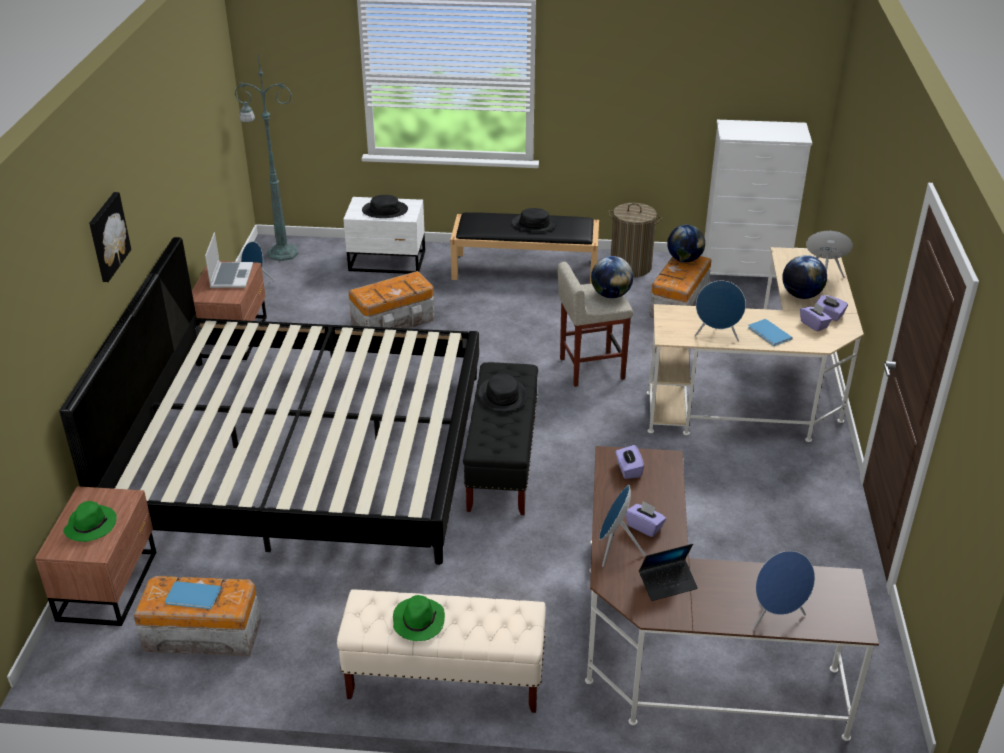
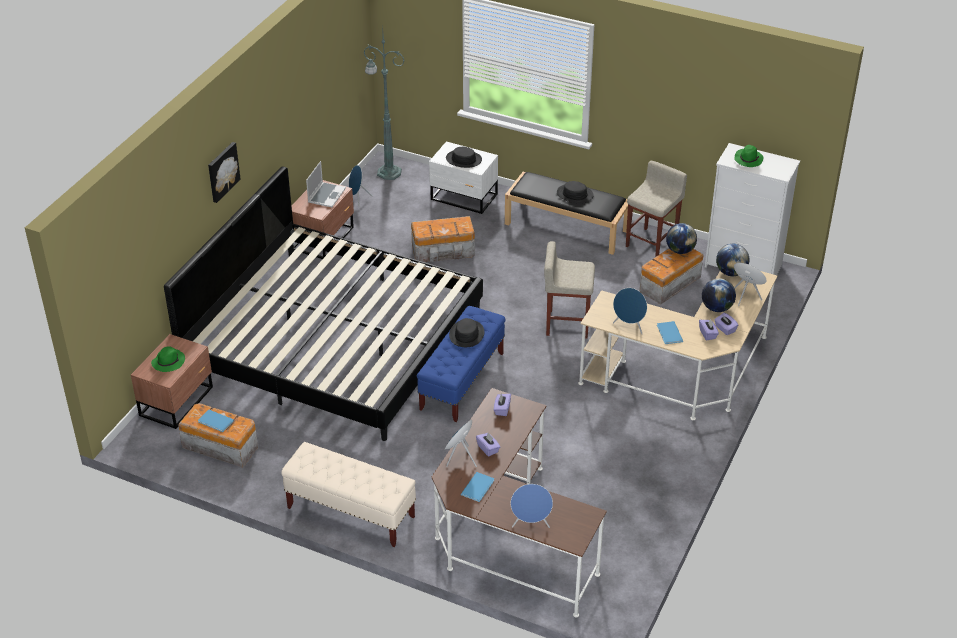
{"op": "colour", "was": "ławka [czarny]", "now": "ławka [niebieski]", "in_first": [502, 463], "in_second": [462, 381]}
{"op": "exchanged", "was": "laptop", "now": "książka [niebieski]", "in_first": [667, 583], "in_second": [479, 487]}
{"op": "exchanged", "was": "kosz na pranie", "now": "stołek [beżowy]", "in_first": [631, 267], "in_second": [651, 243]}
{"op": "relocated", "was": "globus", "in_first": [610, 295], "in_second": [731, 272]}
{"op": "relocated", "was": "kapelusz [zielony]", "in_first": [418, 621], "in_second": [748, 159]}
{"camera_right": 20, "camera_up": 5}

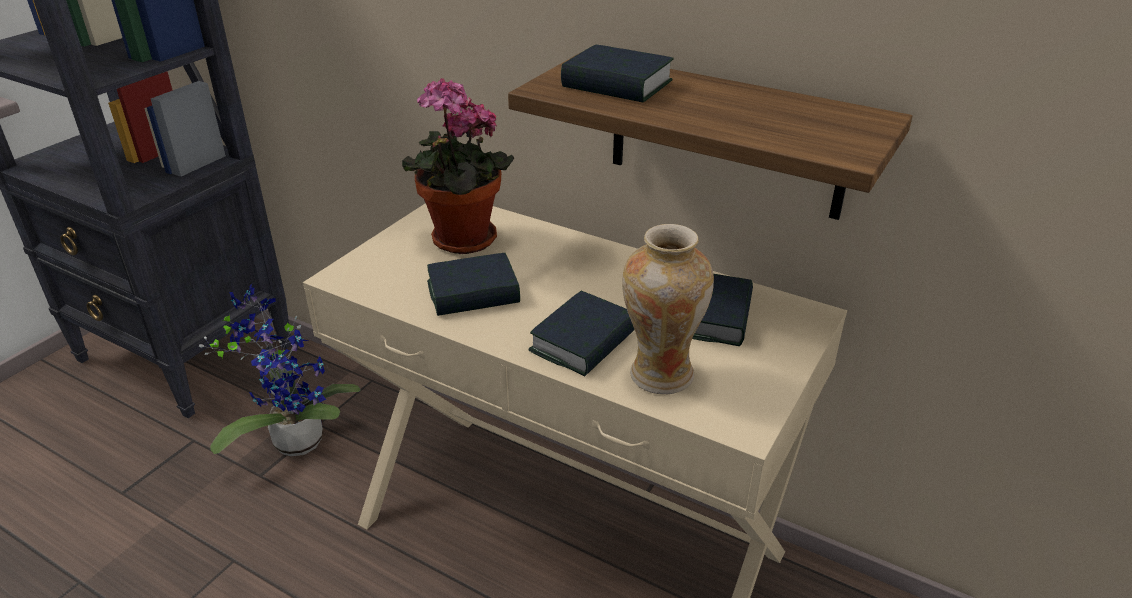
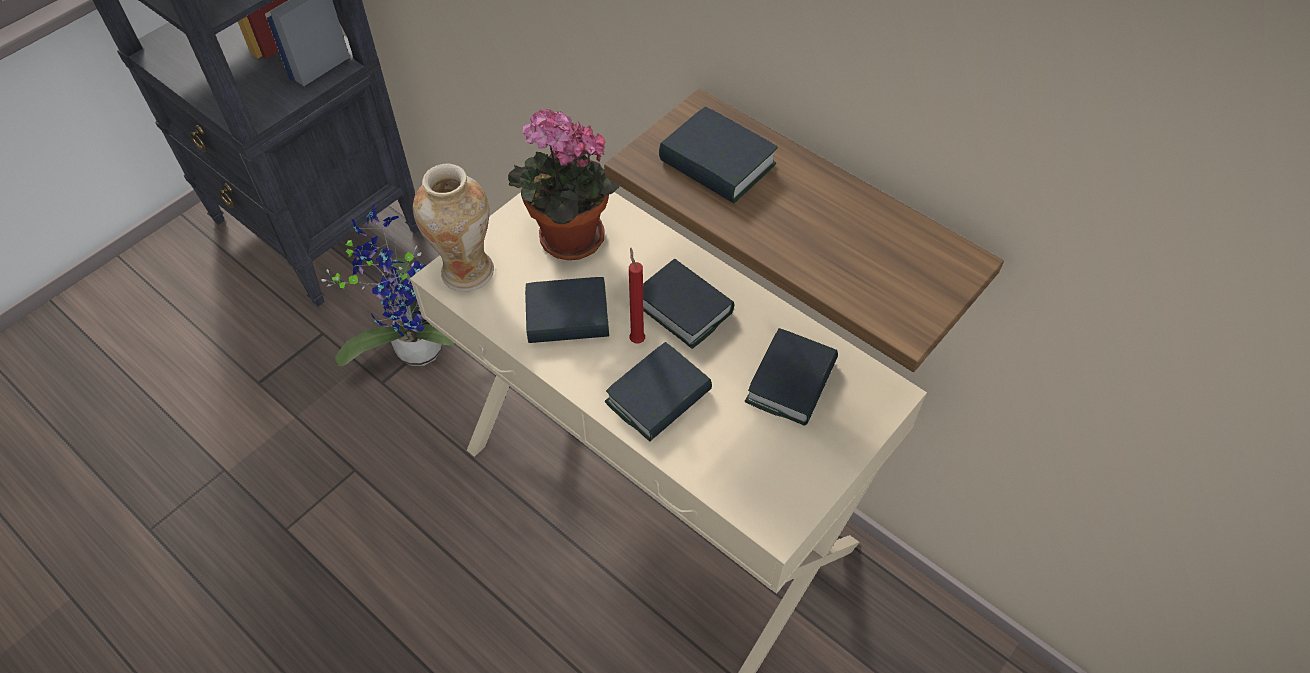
{"op": "relocated", "was": "wazon", "in_first": [660, 374], "in_second": [466, 272]}
{"op": "appeared", "now": "świeca [czerwony]", "in_second": [636, 338]}
{"op": "appeared", "now": "książka", "in_second": [683, 308]}
{"camera_right": 10, "camera_up": 20}

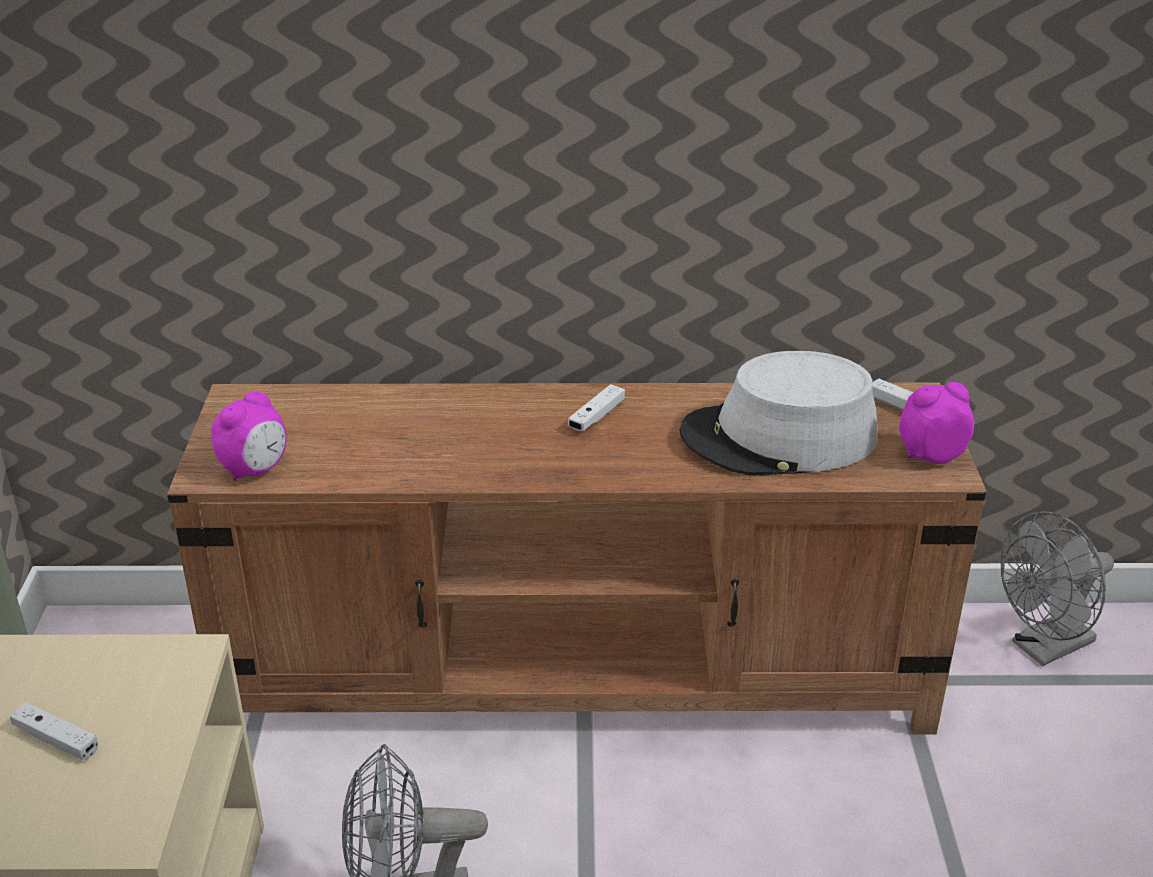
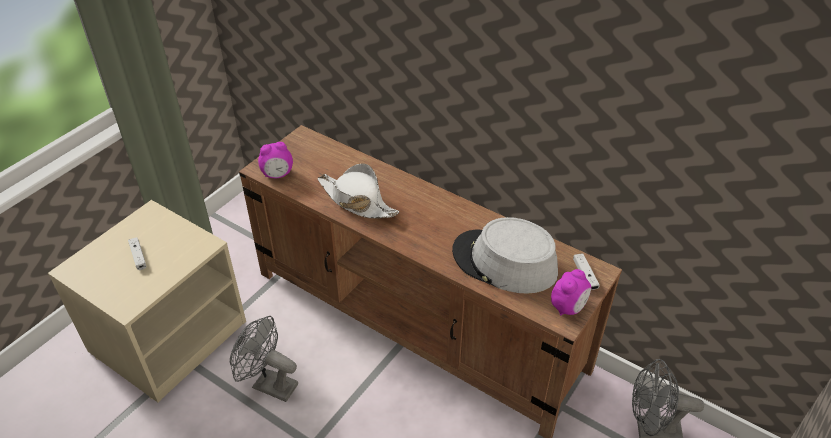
{"op": "appeared", "now": "kapelusz [biały]", "in_second": [356, 201]}
{"op": "spun", "was": "budzik", "in_first": [930, 454], "in_second": [568, 307], "clockwise": 105}
{"op": "missing", "was": "pad do gier [biały]", "in_first": [596, 417]}
{"camera_right": 35, "camera_up": 10}

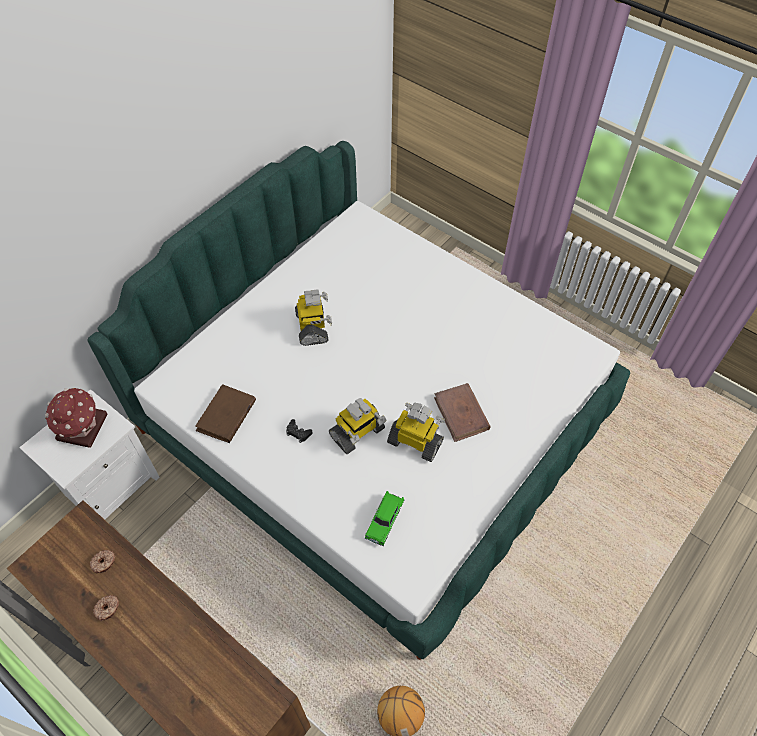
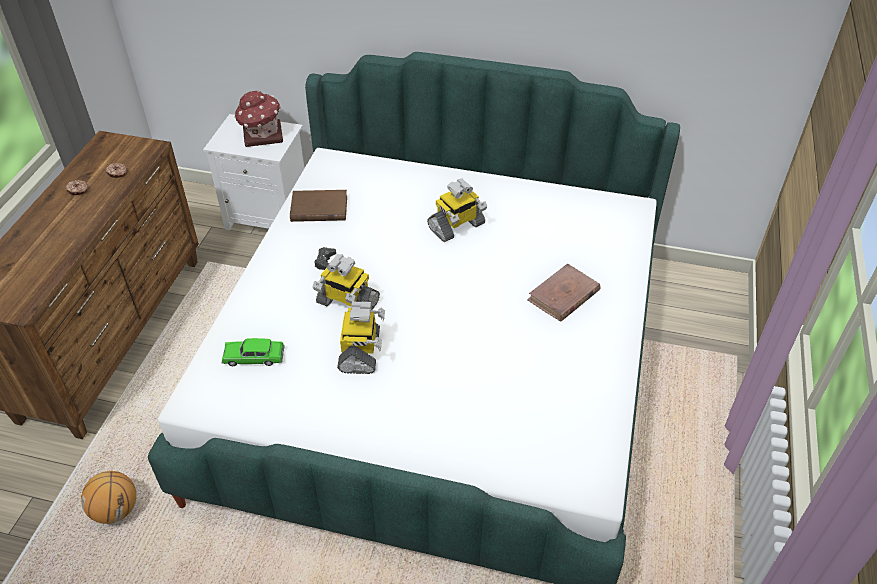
{"op": "relocated", "was": "książka [brązowy]", "in_first": [461, 414], "in_second": [563, 296]}
{"camera_right": 65, "camera_up": -10}

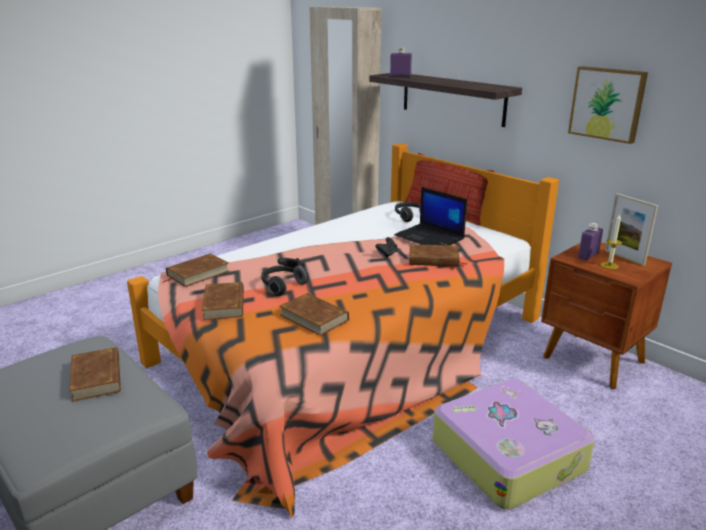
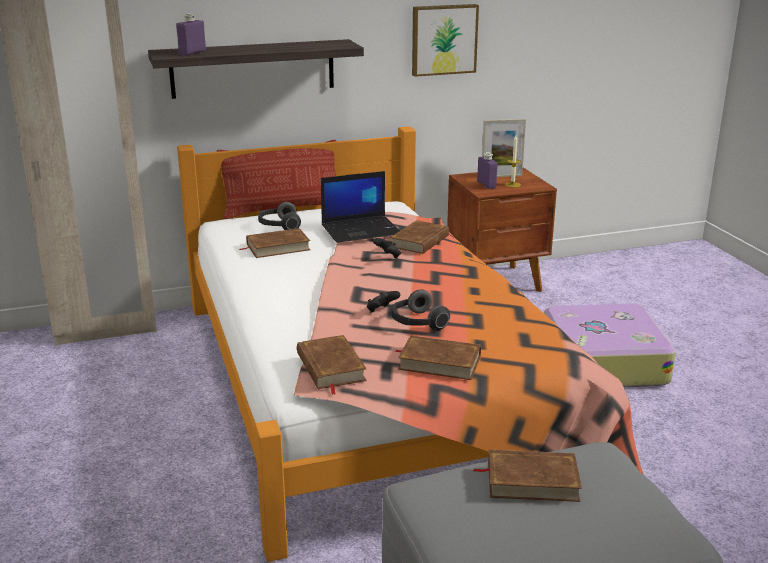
{"op": "relocated", "was": "książka [brązowy]", "in_first": [314, 317], "in_second": [277, 247]}
{"camera_right": -65, "camera_up": 0}

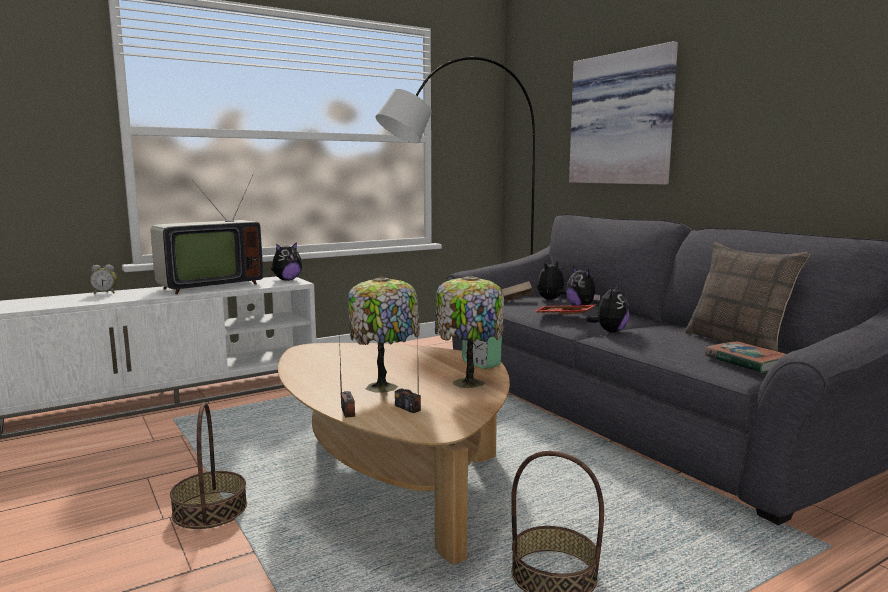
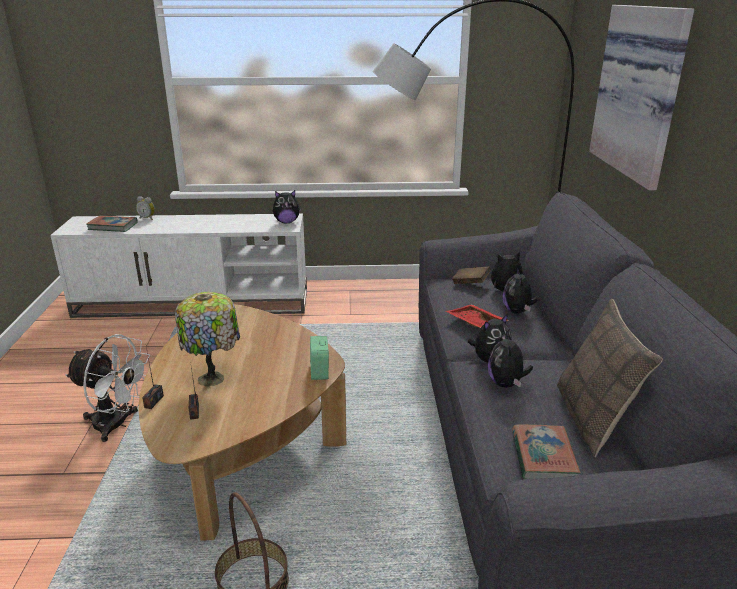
{"op": "exchanged", "was": "koszyk", "now": "wentylator [biały]", "in_first": [209, 510], "in_second": [117, 425]}
{"op": "appeared", "now": "książka", "in_second": [113, 226]}
{"op": "appeared", "now": "pluszak", "in_second": [506, 384]}
{"op": "missing", "was": "telewizor", "in_first": [207, 286]}
{"op": "missing", "was": "lampa stołowa", "in_first": [467, 383]}
{"camera_right": 30, "camera_up": 15}

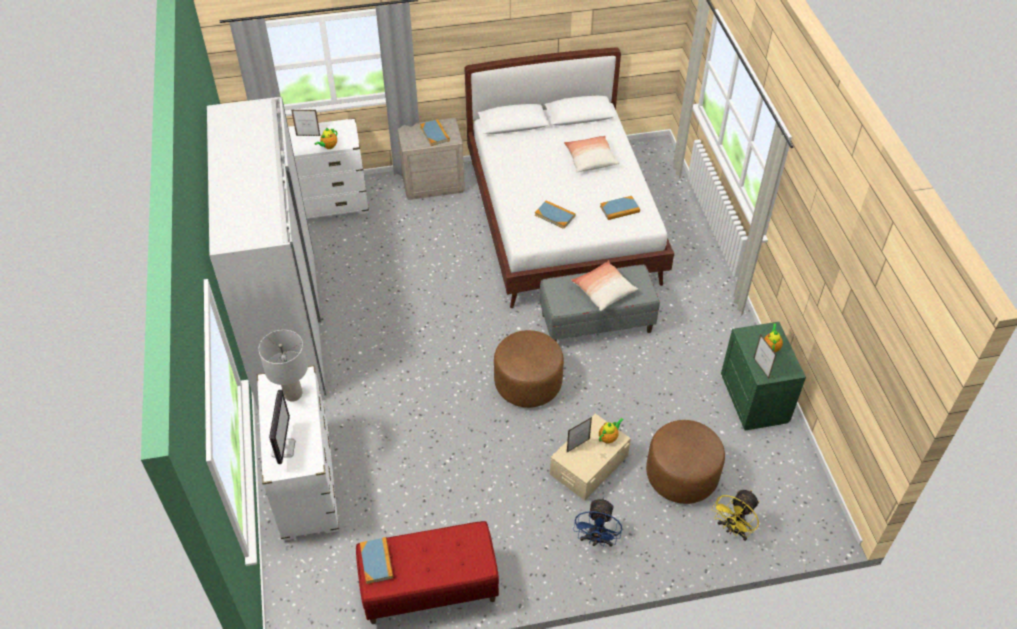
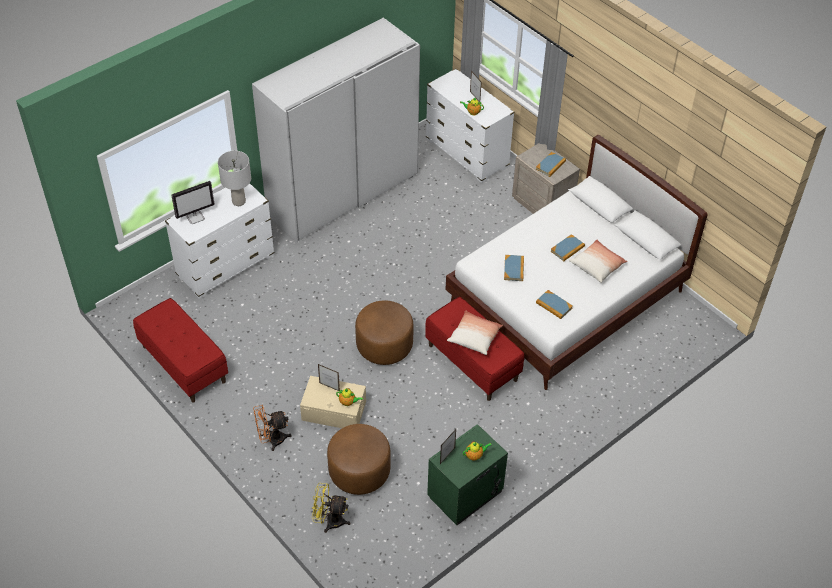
{"op": "colour", "was": "wentylator [niebieski]", "now": "wentylator [pomarańczowy]", "in_first": [596, 540], "in_second": [272, 440]}
{"op": "colour", "was": "ławka [szary]", "now": "ławka [czerwony]", "in_first": [596, 323], "in_second": [473, 362]}
{"op": "relocated", "was": "książka", "in_first": [376, 561], "in_second": [567, 249]}
{"camera_right": 60, "camera_up": 0}

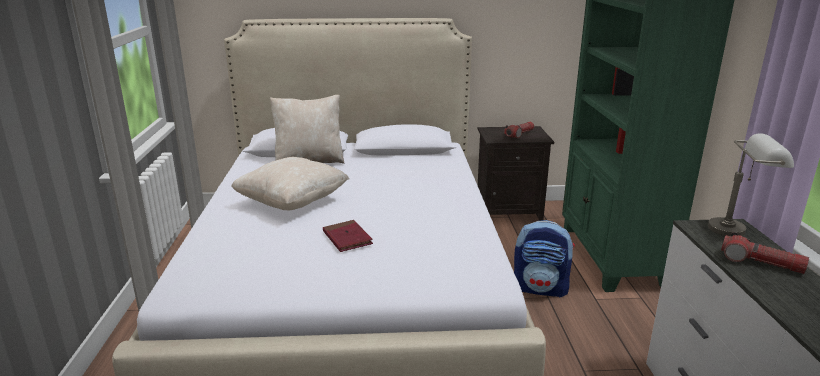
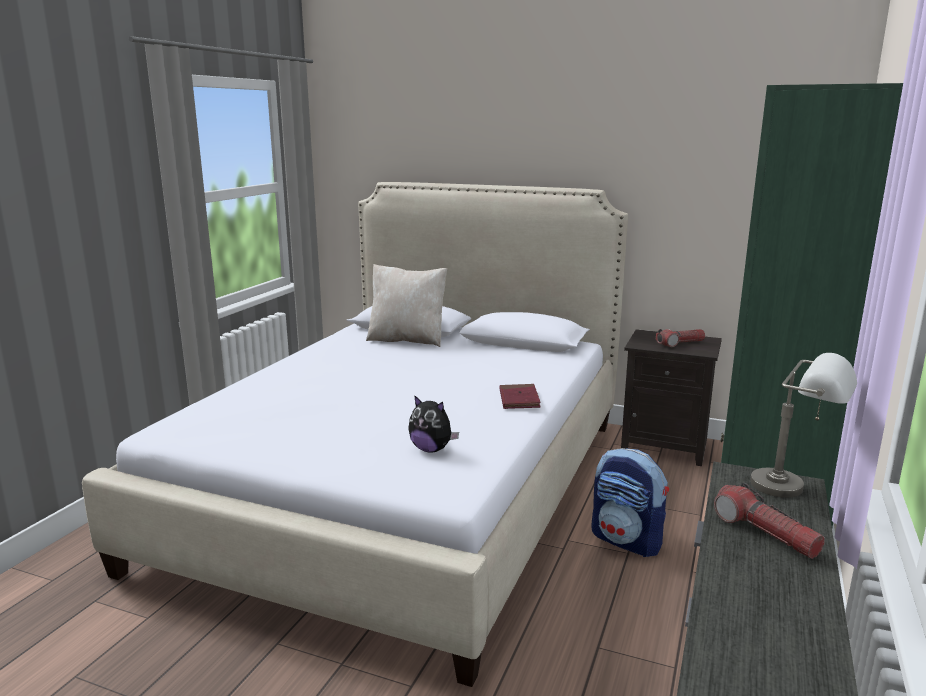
{"op": "appeared", "now": "pluszak", "in_second": [431, 449]}
{"op": "relocated", "was": "książka [czerwony]", "in_first": [347, 238], "in_second": [519, 399]}
{"op": "missing", "was": "poduszka [beżowy]", "in_first": [292, 203]}
{"camera_right": 25, "camera_up": -5}

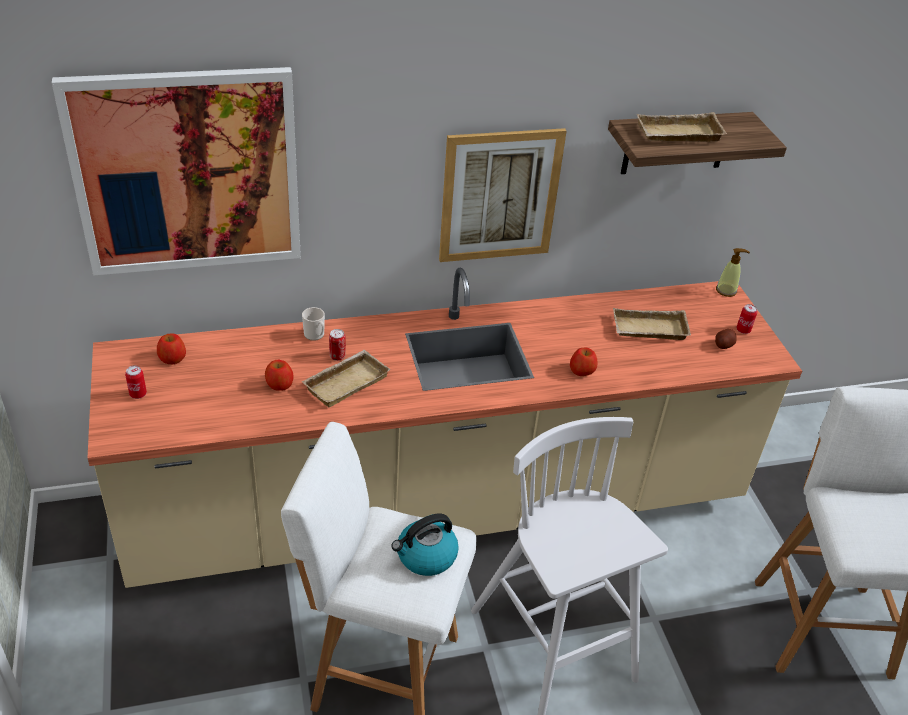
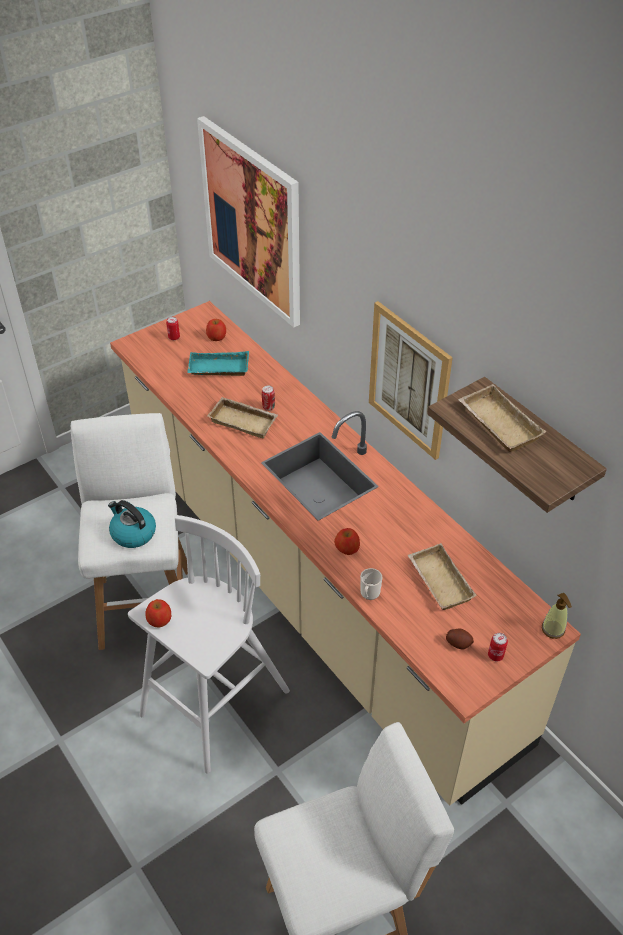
{"op": "relocated", "was": "jabłko", "in_first": [279, 384], "in_second": [159, 619]}
{"op": "appeared", "now": "taca [turkusowy]", "in_second": [218, 369]}
{"op": "relocated", "was": "kubek", "in_first": [315, 335], "in_second": [369, 594]}
{"camera_right": 70, "camera_up": 5}

